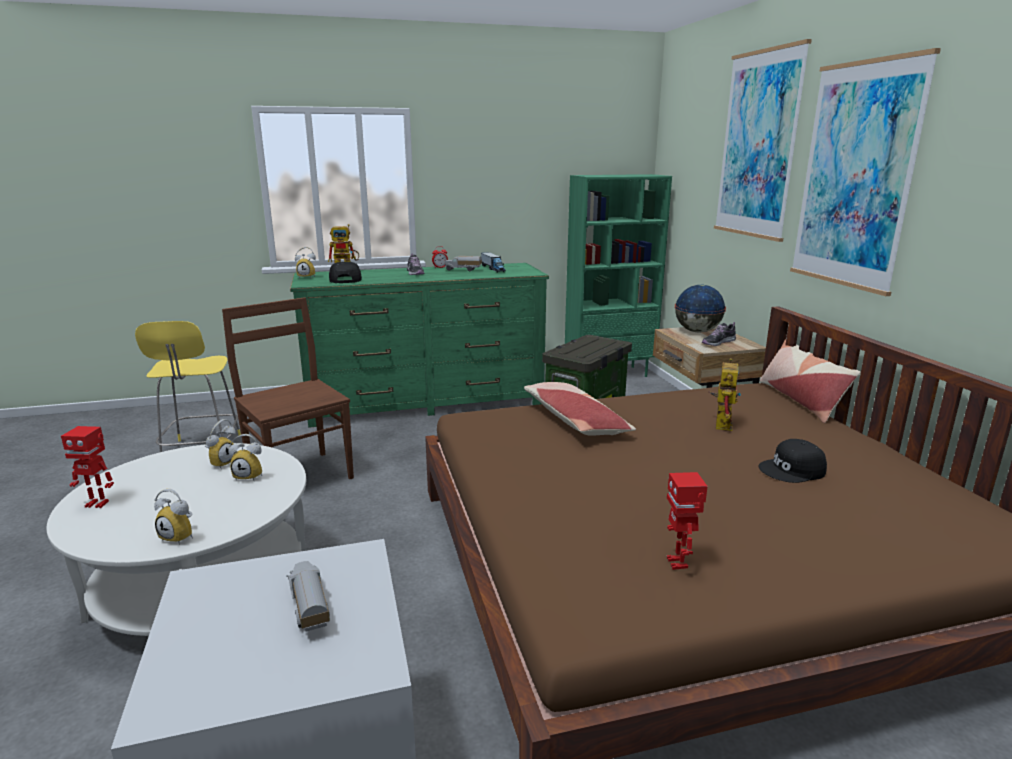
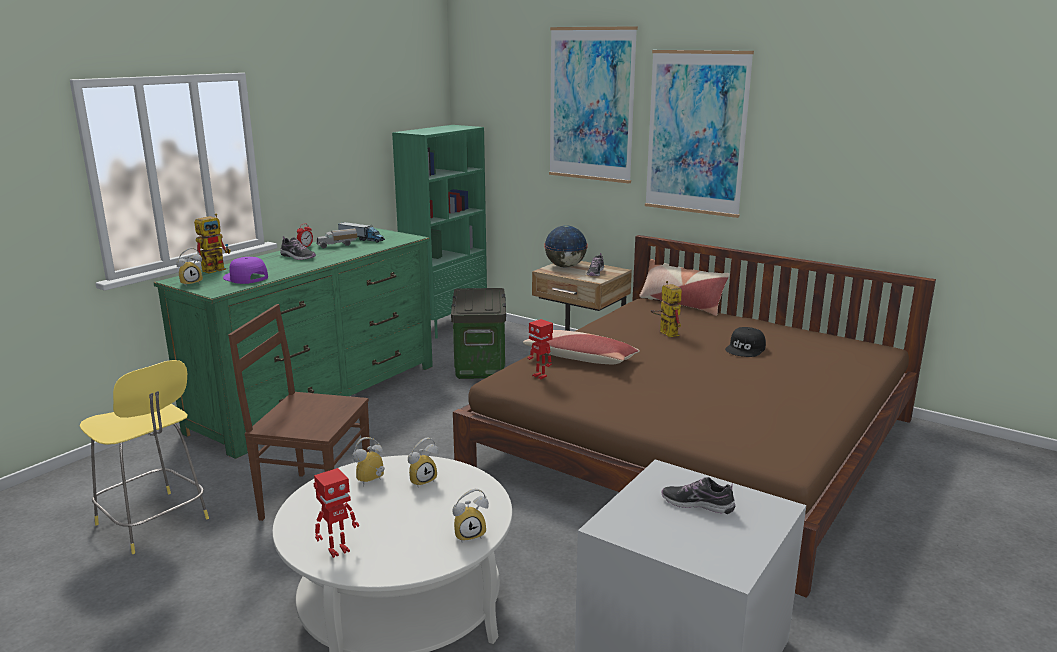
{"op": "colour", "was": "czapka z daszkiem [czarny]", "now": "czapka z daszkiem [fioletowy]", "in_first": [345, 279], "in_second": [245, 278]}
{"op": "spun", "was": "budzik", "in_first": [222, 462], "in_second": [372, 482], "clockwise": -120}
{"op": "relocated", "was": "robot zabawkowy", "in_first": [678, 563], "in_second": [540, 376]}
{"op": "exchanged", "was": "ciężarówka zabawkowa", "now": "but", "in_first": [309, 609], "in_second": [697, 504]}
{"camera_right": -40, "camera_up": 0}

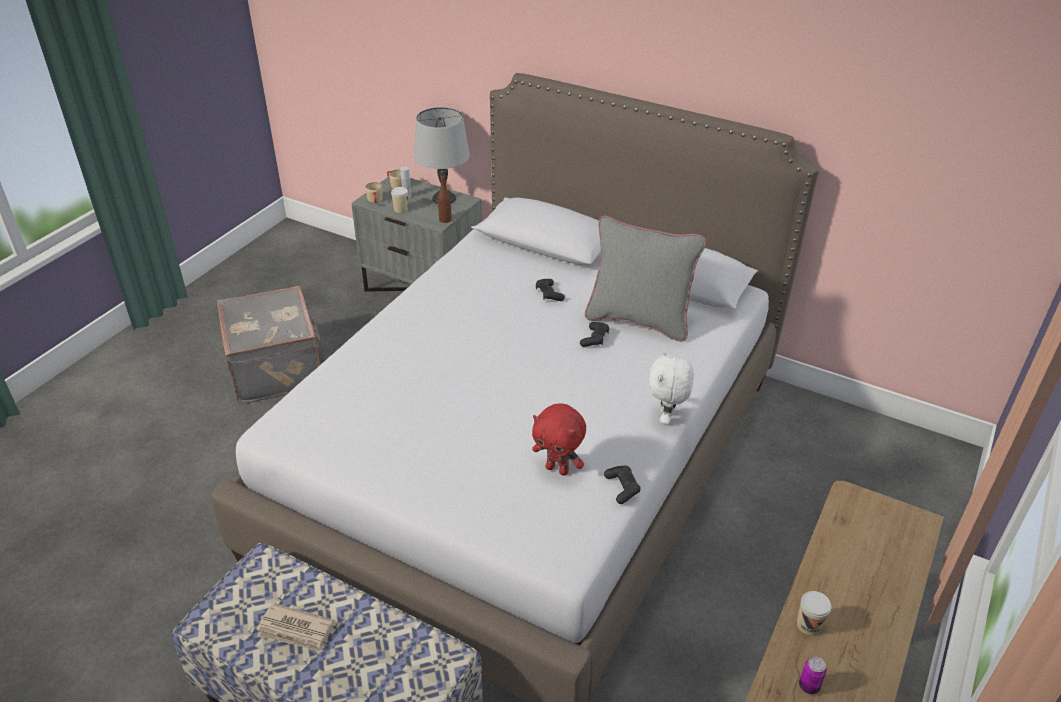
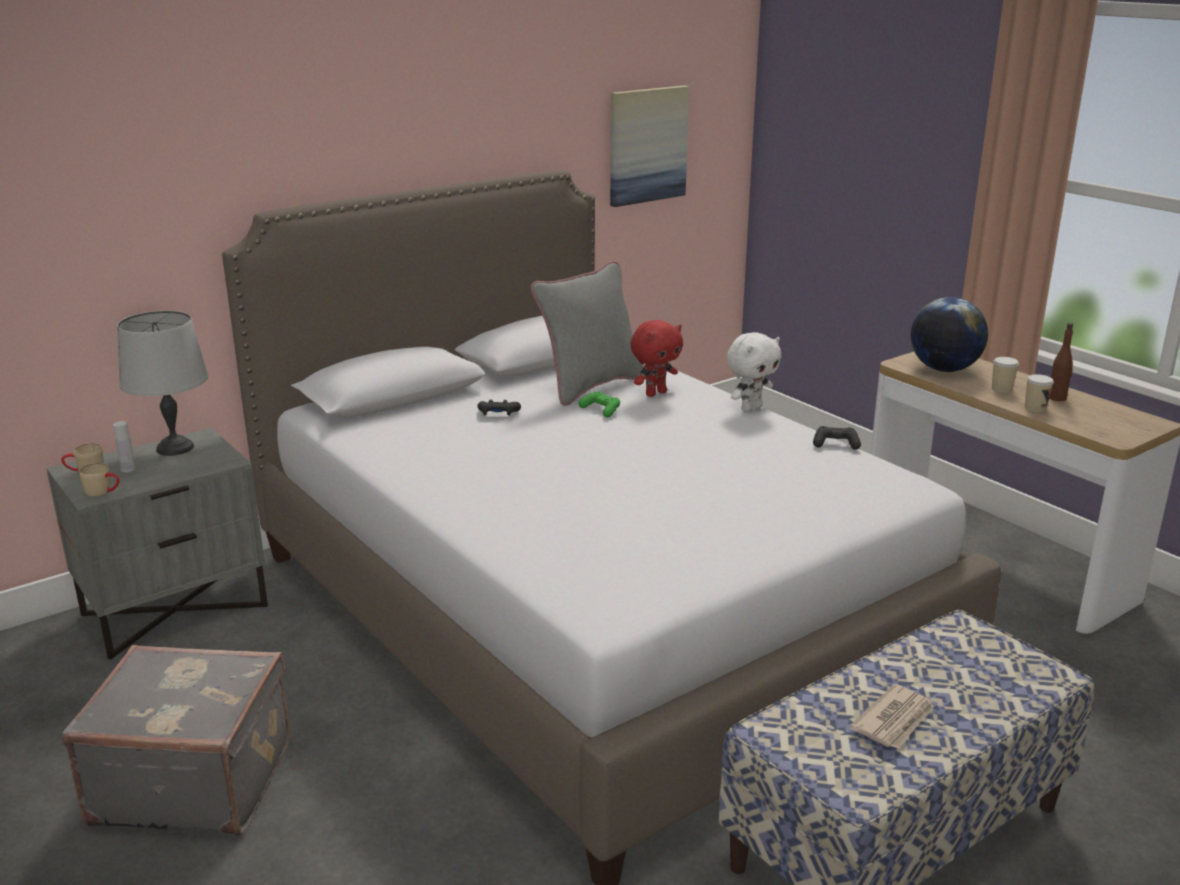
{"op": "colour", "was": "pad do gier [czarny]", "now": "pad do gier [zielony]", "in_first": [594, 339], "in_second": [601, 410]}
{"op": "appeared", "now": "obraz", "in_second": [647, 145]}
{"op": "relocated", "was": "pluszak [czerwony]", "in_first": [558, 469], "in_second": [655, 393]}
{"op": "spun", "was": "pluszak [biały]", "in_first": [666, 418], "in_second": [750, 408], "clockwise": -75}
{"op": "appeared", "now": "globus", "in_second": [944, 369]}
{"op": "relocated", "was": "filiżanka", "in_first": [401, 209], "in_second": [1001, 389]}
{"op": "relocated", "was": "butelka [brązowy]", "in_first": [445, 220], "in_second": [1057, 398]}
{"op": "missing", "was": "puszka", "in_first": [808, 686]}
{"camera_right": -65, "camera_up": -15}

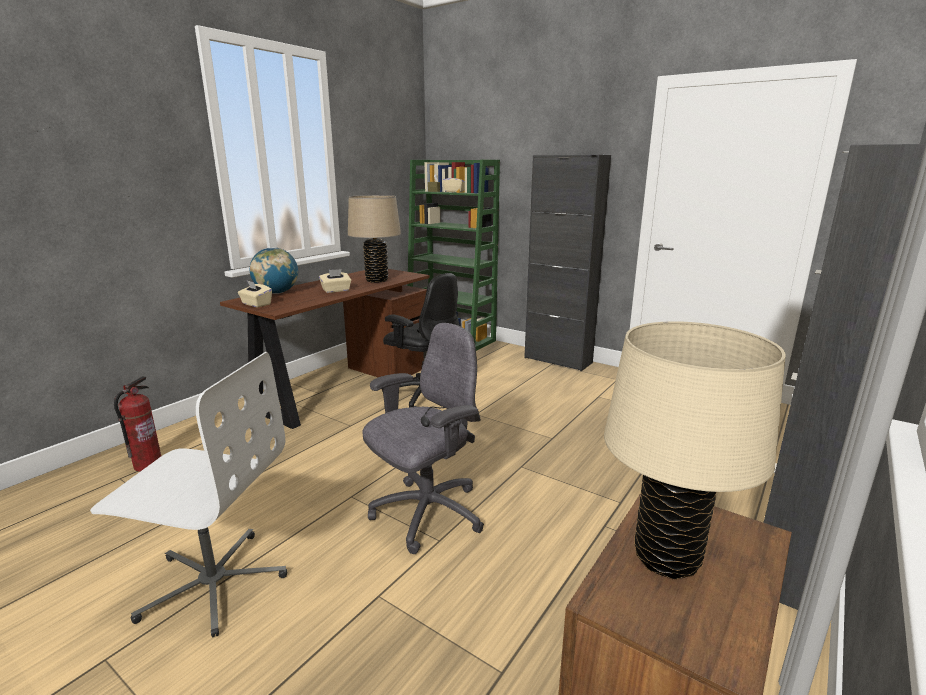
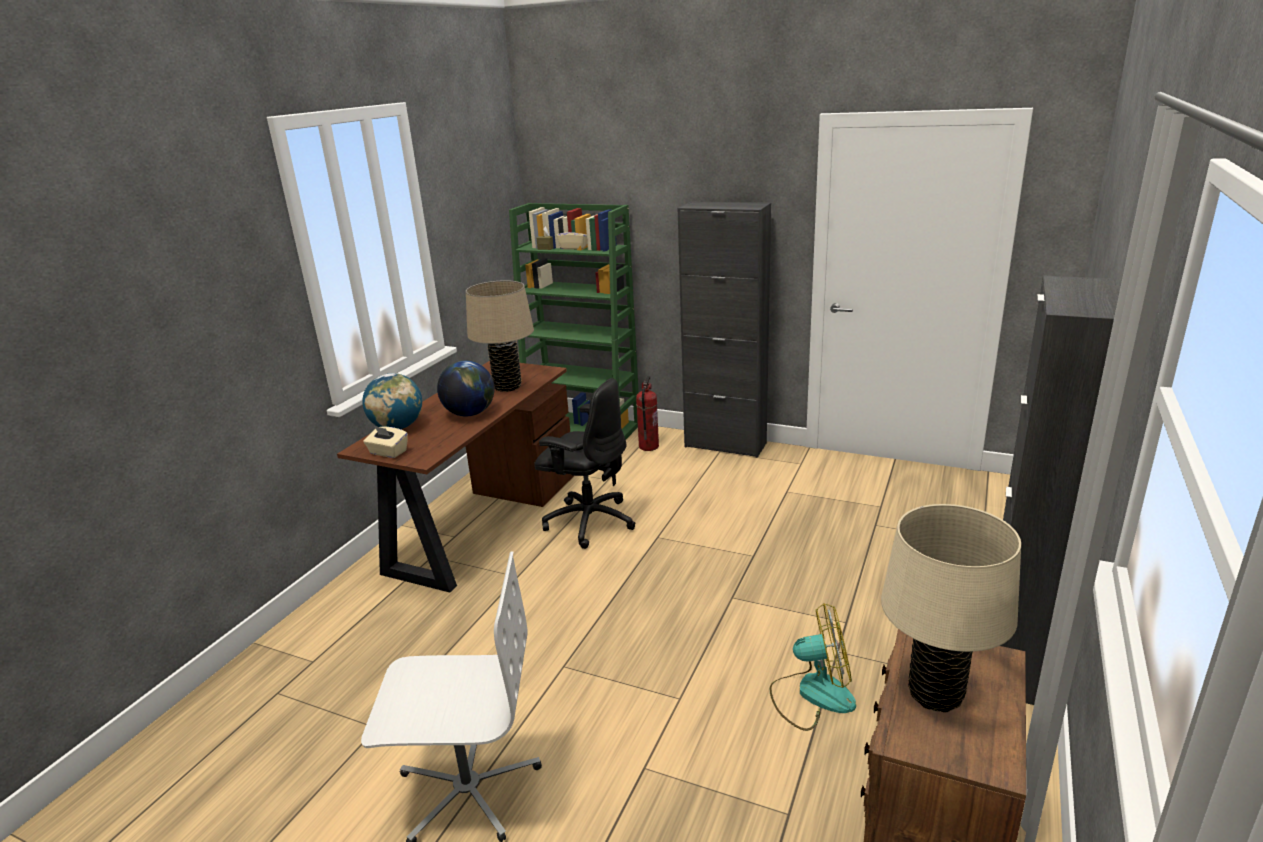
{"op": "exchanged", "was": "pudełko chusteczek [beżowy]", "now": "globus", "in_first": [336, 290], "in_second": [470, 413]}
{"op": "relocated", "was": "gaśnica", "in_first": [148, 464], "in_second": [648, 446]}
{"op": "appeared", "now": "wentylator", "in_second": [812, 694]}
{"op": "missing", "was": "krzesło biurowe [szary]", "in_first": [426, 514]}
{"camera_right": -10, "camera_up": 5}

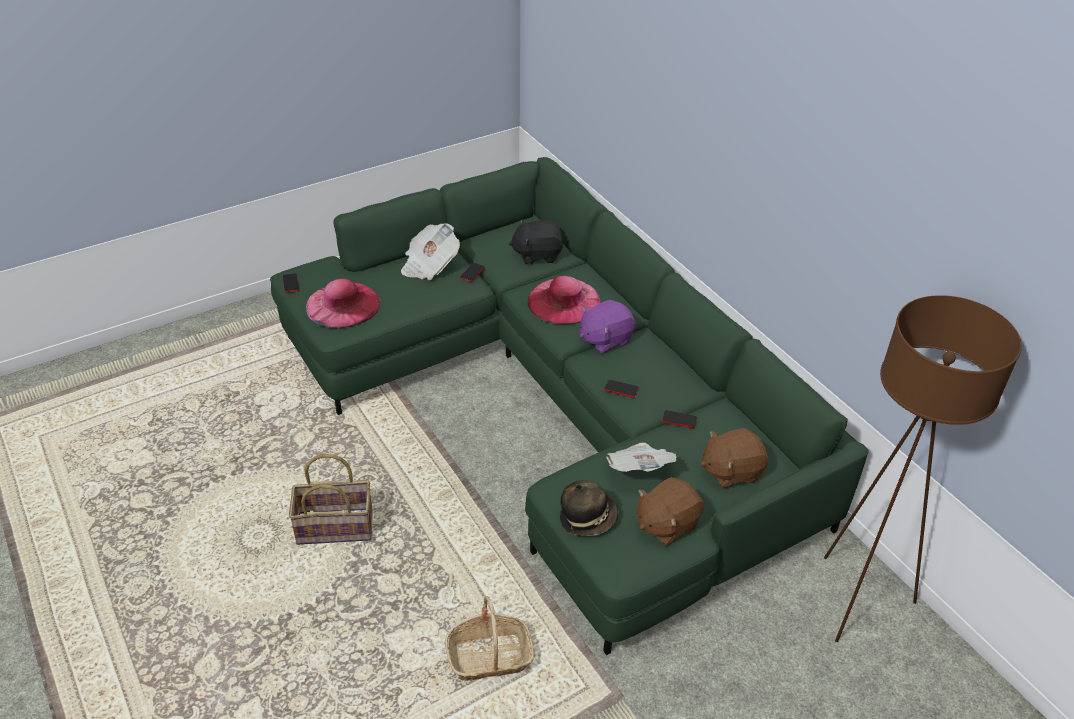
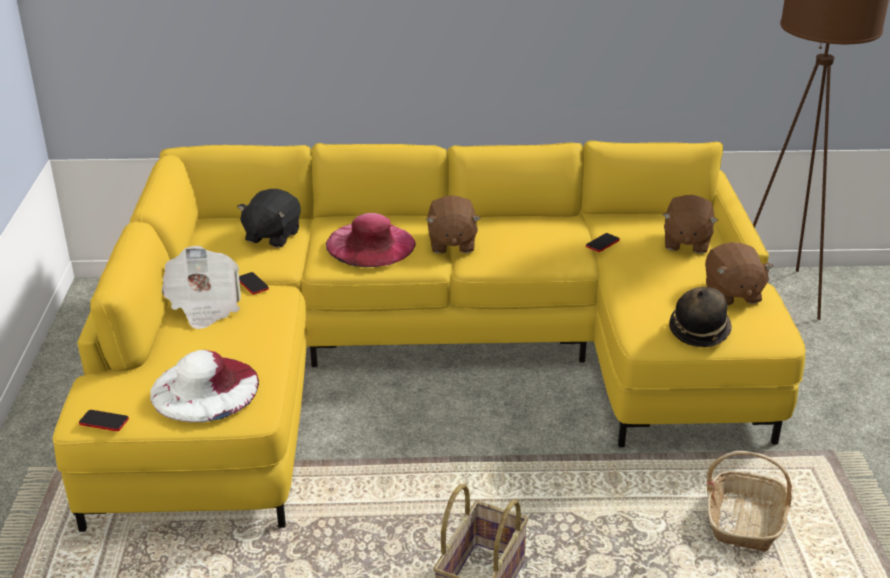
{"op": "colour", "was": "kanapa [zielony]", "now": "kanapa [żółty]", "in_first": [559, 403], "in_second": [422, 357]}
{"op": "colour", "was": "kapelusz [różowy]", "now": "kapelusz [biały]", "in_first": [343, 304], "in_second": [205, 388]}
{"op": "colour", "was": "pluszak [fioletowy]", "now": "pluszak [brązowy]", "in_first": [605, 339], "in_second": [451, 243]}
{"op": "missing", "was": "telefon", "in_first": [621, 389]}
{"op": "missing", "was": "gazeta", "in_first": [639, 470]}
{"camera_right": -60, "camera_up": -10}

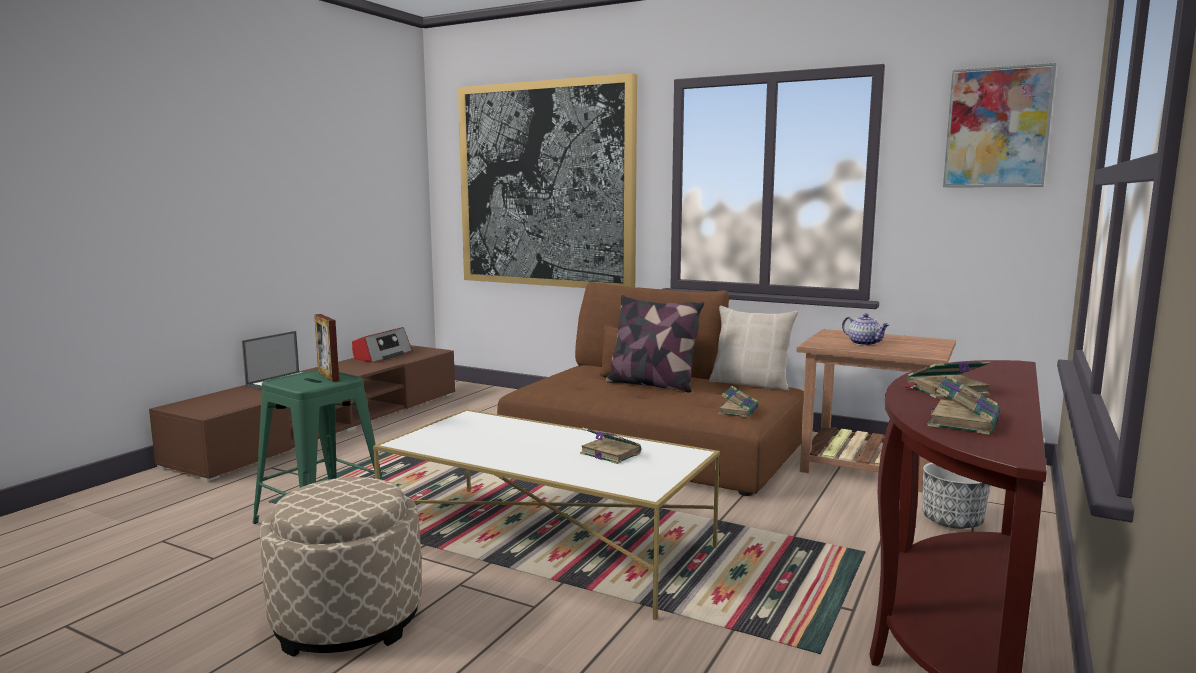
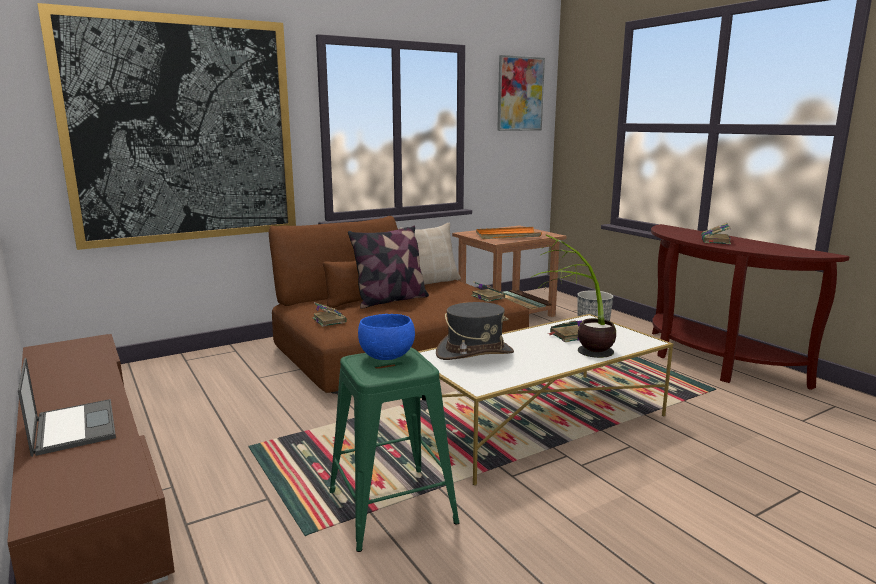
{"op": "relocated", "was": "książka", "in_first": [964, 421], "in_second": [329, 320]}
{"op": "exchanged", "was": "ramka na zdjęcie", "now": "miska [niebieski]", "in_first": [328, 376], "in_second": [387, 357]}
{"op": "appeared", "now": "kapelusz [szary]", "in_second": [474, 353]}
{"op": "exchanged", "was": "imbryk", "now": "taca [pomarańczowy]", "in_first": [864, 343], "in_second": [507, 235]}
{"op": "appeared", "now": "roślina doniczkowa", "in_second": [577, 354]}
{"op": "missing", "was": "pufa [beżowy]", "in_first": [347, 620]}
{"op": "missing", "was": "radio", "in_first": [382, 355]}
{"camera_right": -60, "camera_up": 5}

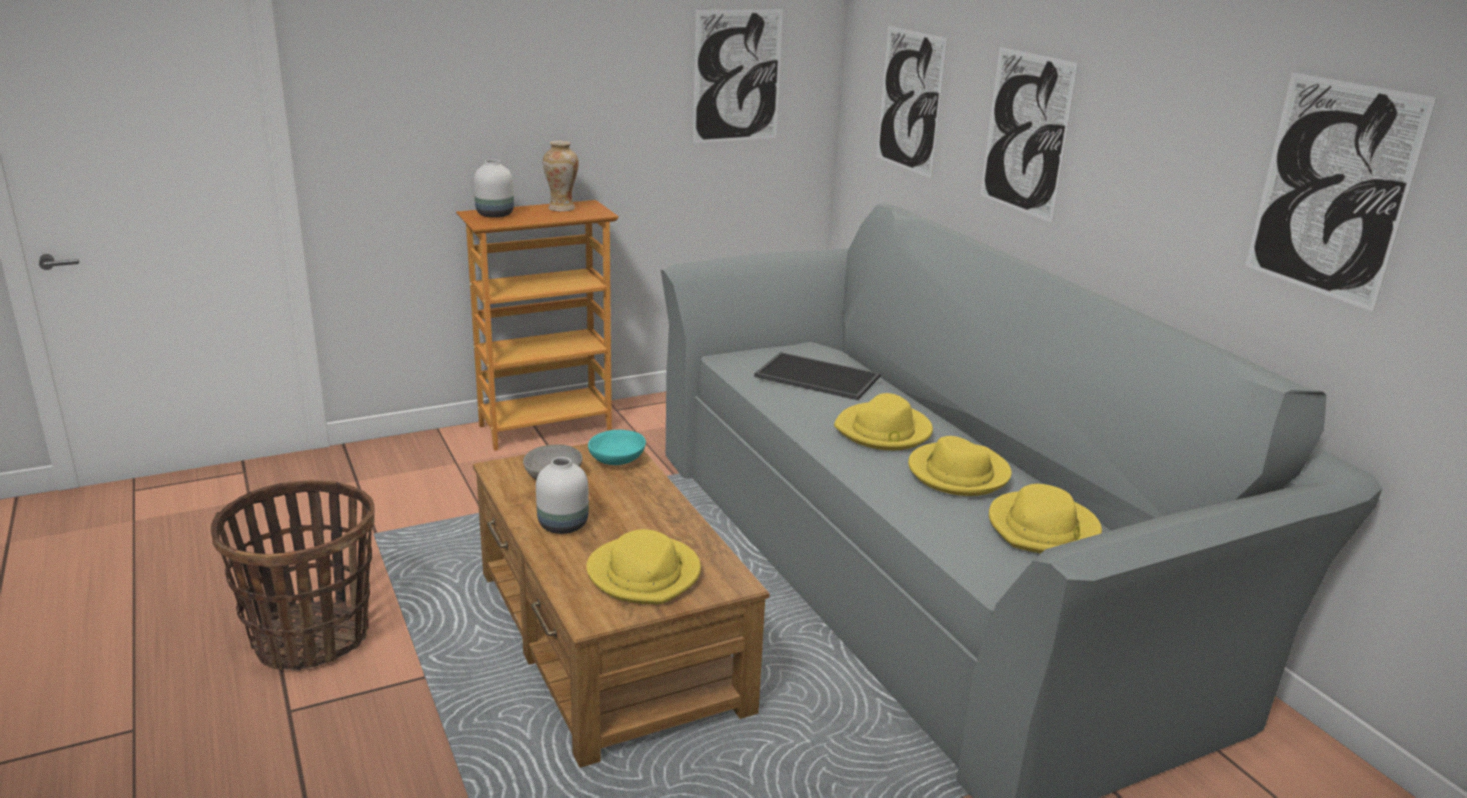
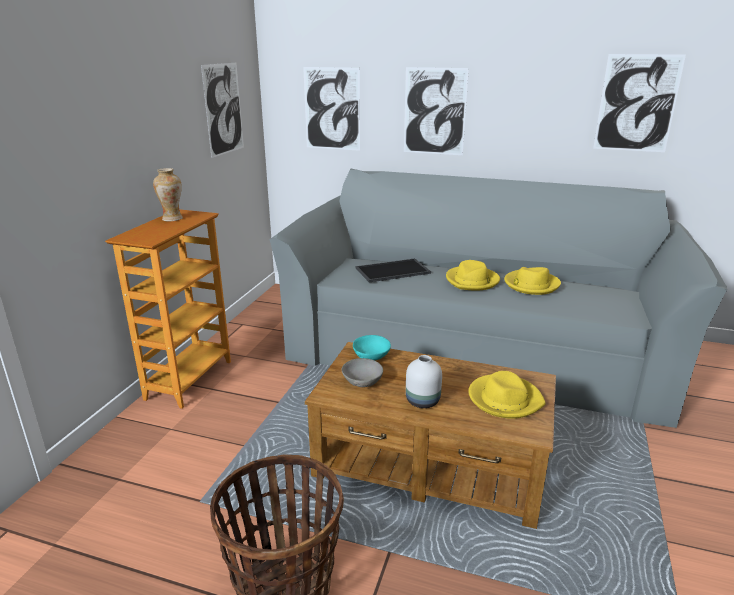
{"op": "missing", "was": "wazon [biały]", "in_first": [494, 215]}
{"op": "missing", "was": "kapelusz [żółty]", "in_first": [1043, 529]}
{"camera_right": -45, "camera_up": 0}

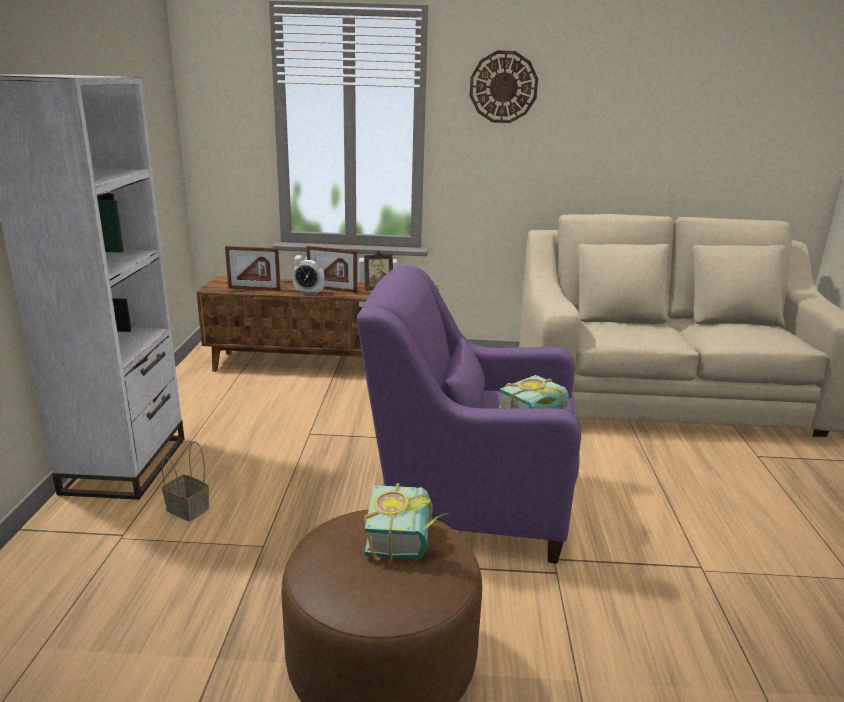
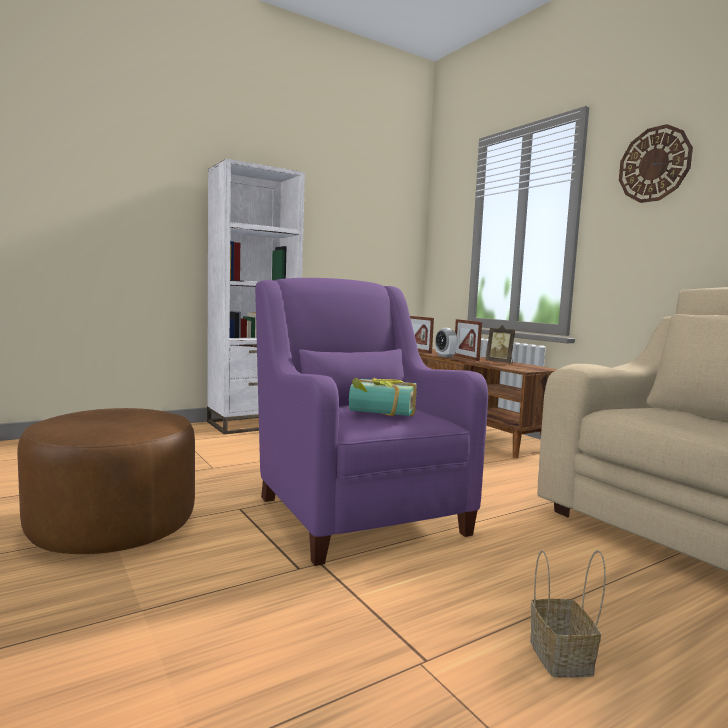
{"op": "relocated", "was": "koszyk", "in_first": [189, 509], "in_second": [562, 658]}
{"op": "missing", "was": "książka", "in_first": [407, 538]}
{"camera_right": 55, "camera_up": -15}

